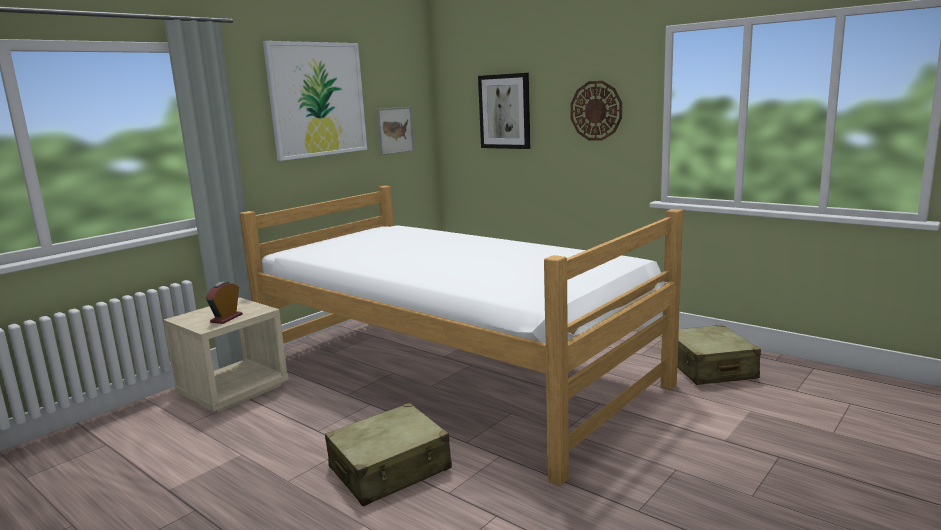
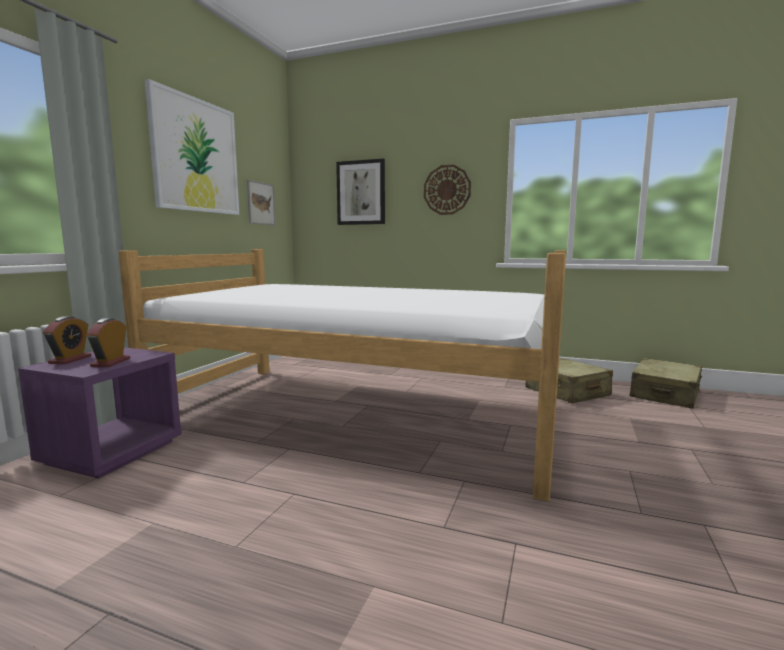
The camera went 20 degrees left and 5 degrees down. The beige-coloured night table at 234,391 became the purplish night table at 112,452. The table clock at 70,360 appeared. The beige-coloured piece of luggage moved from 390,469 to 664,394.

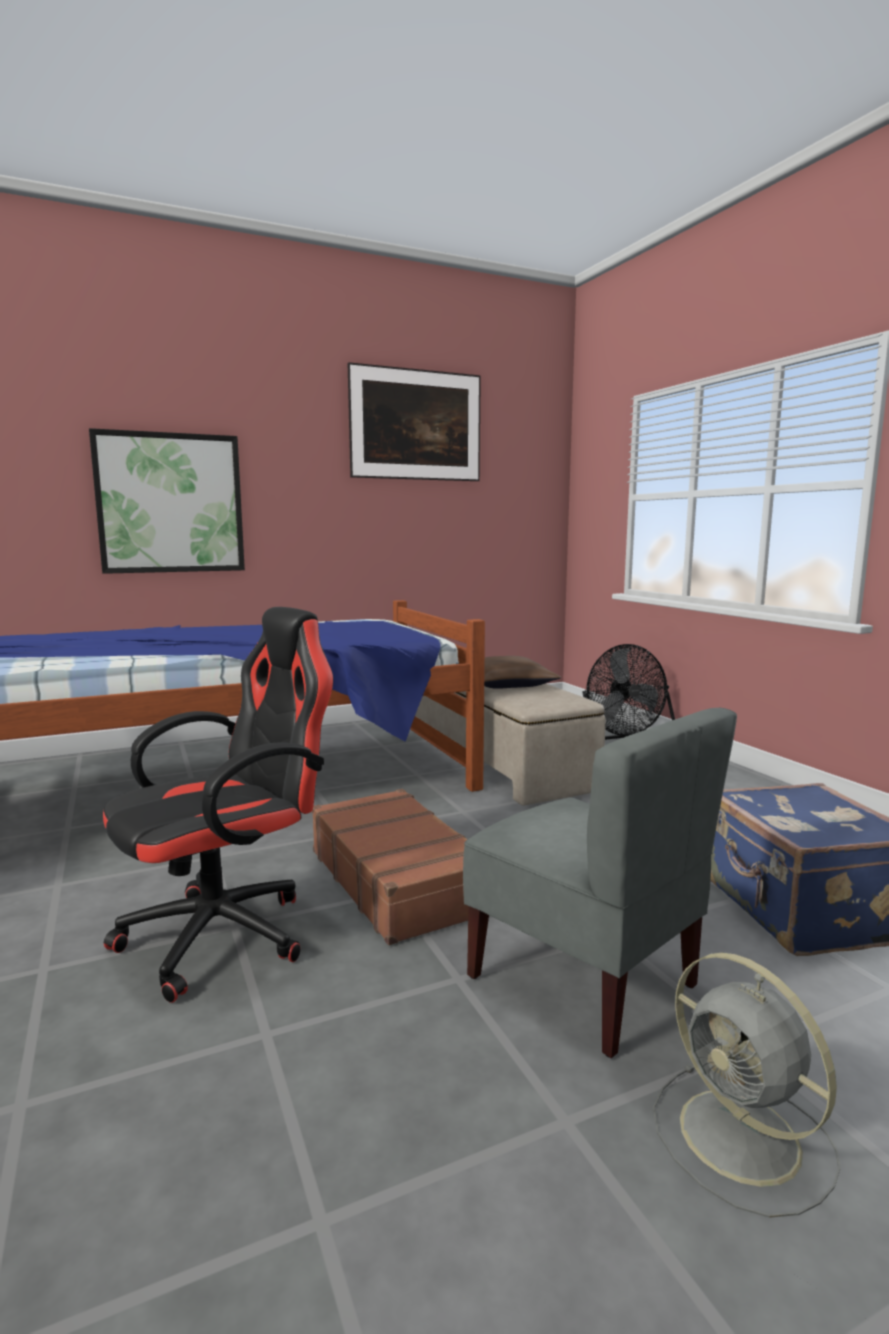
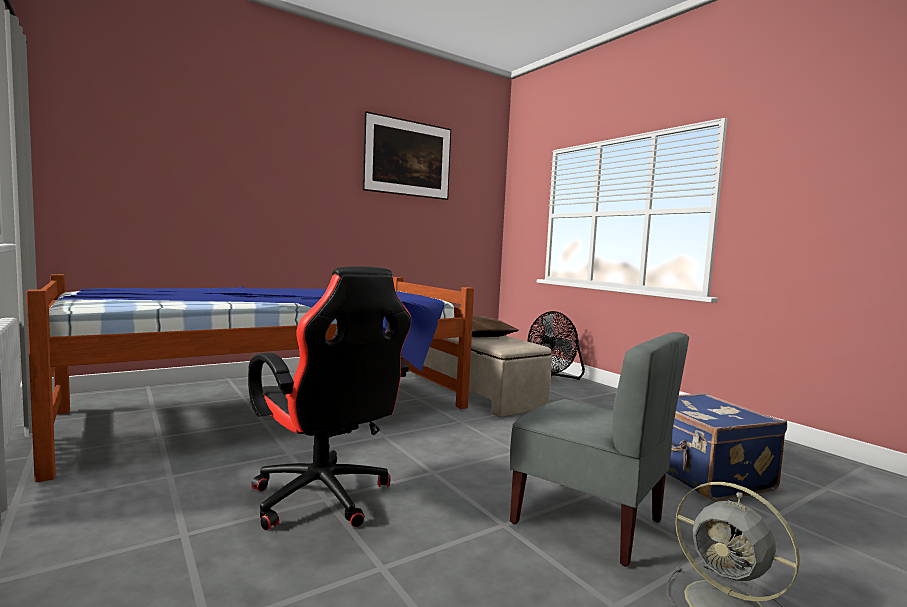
The camera went 10 degrees left and 5 degrees down. The black-coloured desk chair at 231,932 turned 105 degrees clockwise. The wall art at 170,503 disappeared. The brown piece of luggage at 398,880 disappeared.

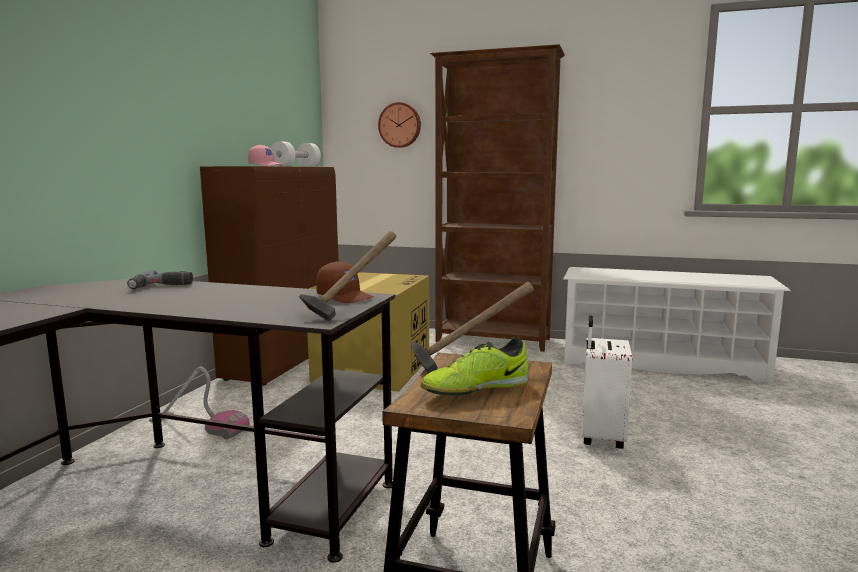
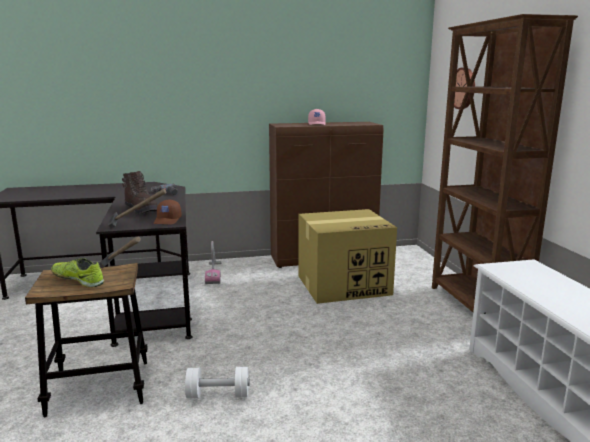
The camera went 60 degrees right and 5 degrees up. The brown tall boot at 142,210 appeared. The whitish dumbbell moved from 296,166 to 218,394. The whitish piece of luggage at 600,437 disappeared.

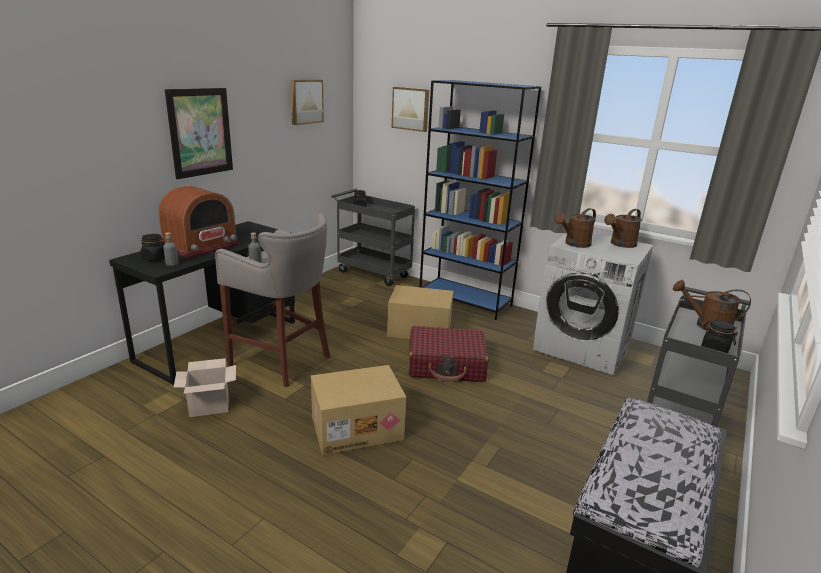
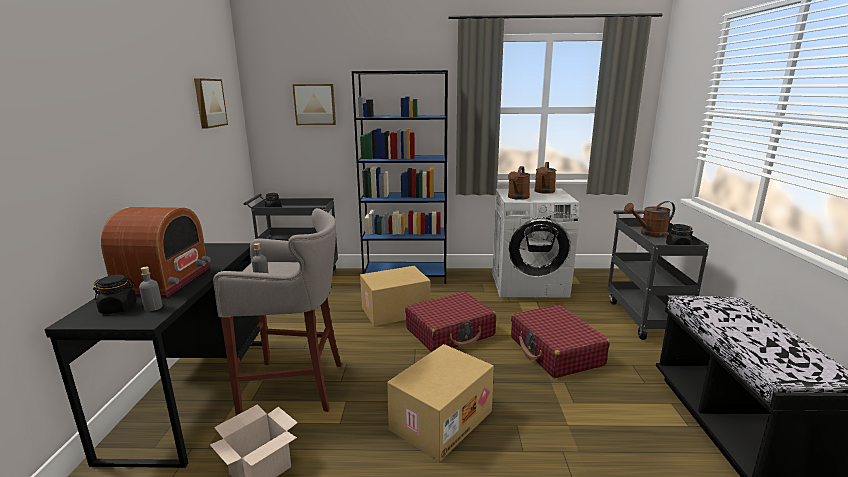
The camera went 30 degrees left and 5 degrees down. The red-coloured piece of luggage at 555,351 appeared. The wall art at 200,132 disappeared.

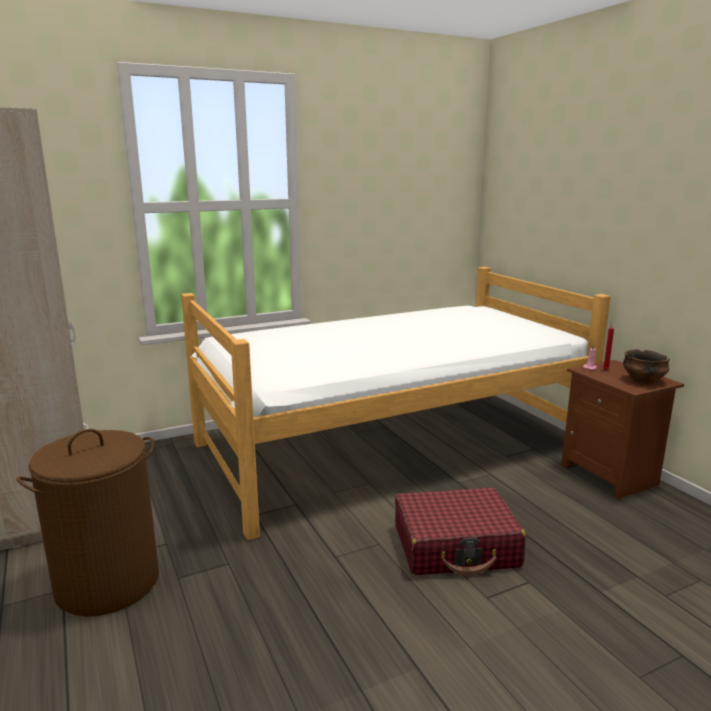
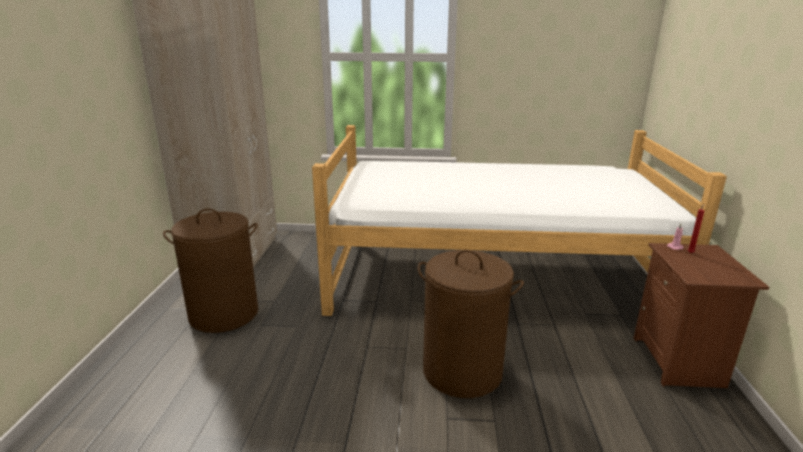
The camera went 30 degrees right and 5 degrees up. The red-coloured piece of luggage at 456,546 was replaced by the brown hamper at 462,371. The deep dish at 643,381 disappeared.

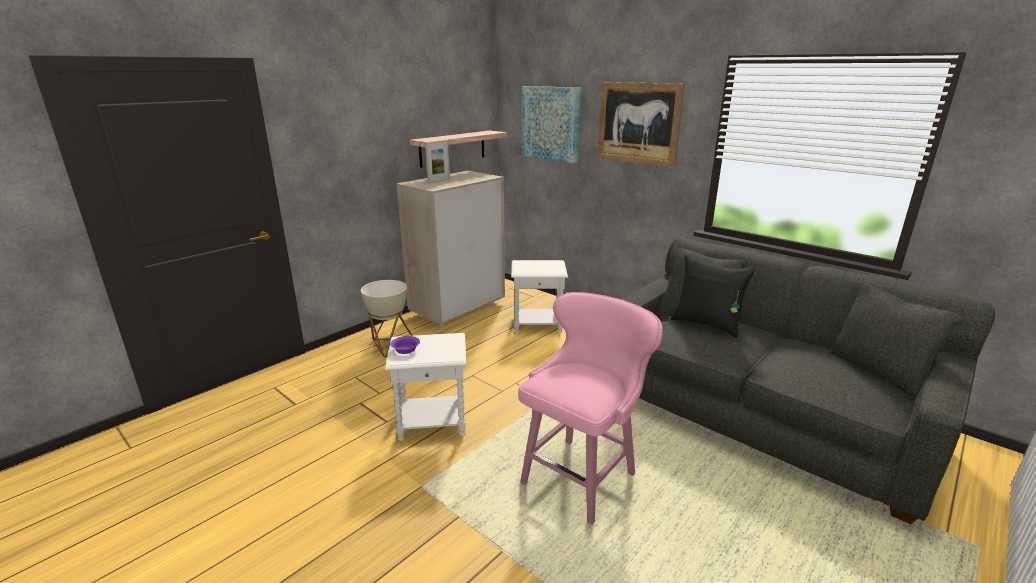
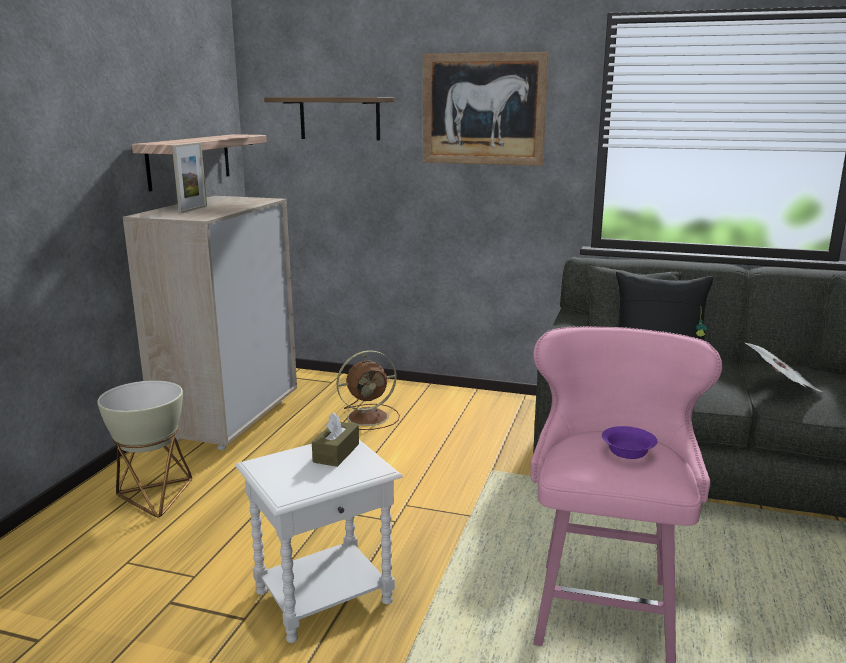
The camera went 25 degrees left and 5 degrees down. The wall art at 551,123 was replaced by the shelf at 339,118. The brown box of tissues at 336,453 appeared. The whitish side table at 537,323 was replaced by the brown electric fan at 369,417. The purplish deep dish moved from 406,349 to 628,451. The daily paper at 780,385 appeared.

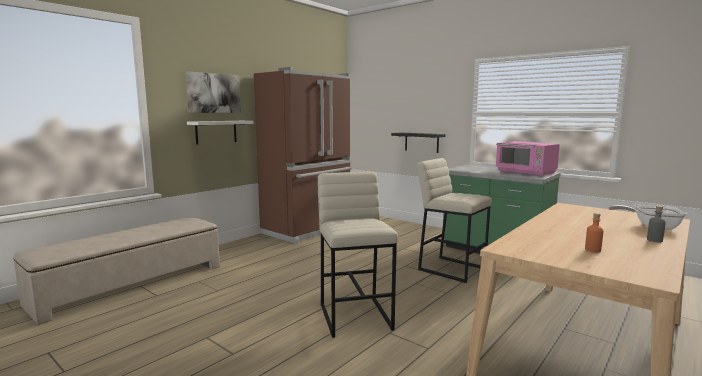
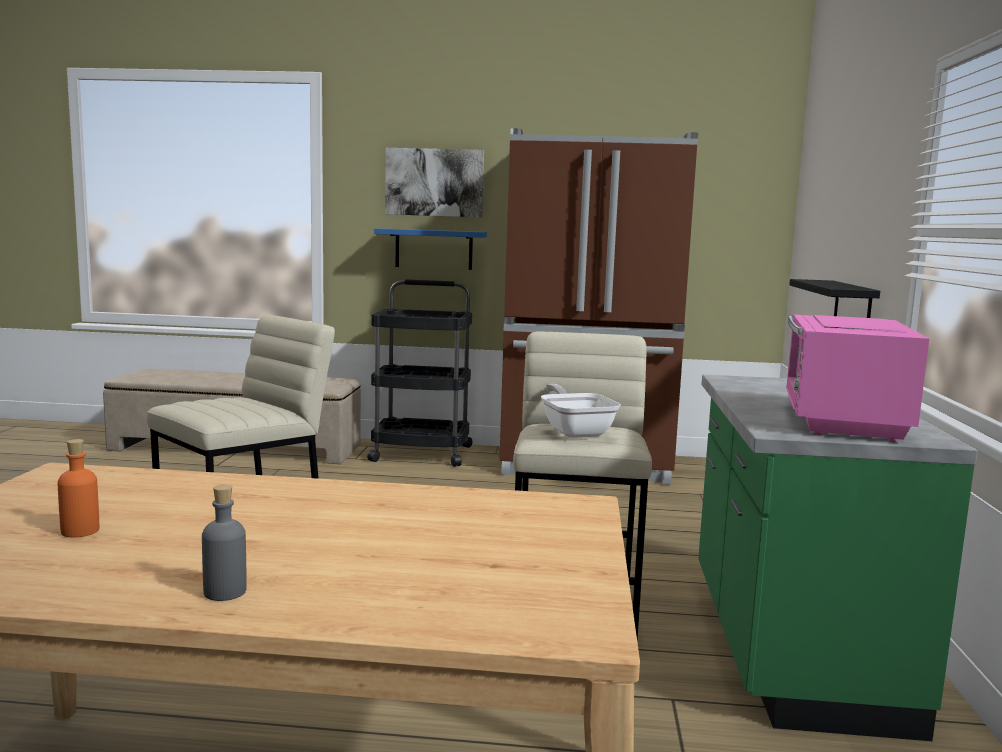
The camera went 55 degrees right and 0 degrees up. The black-coloured cart at 421,454 appeared. The whitish shelf at 216,132 became the bluish shelf at 434,249. The frying pan moved from 651,226 to 575,431.

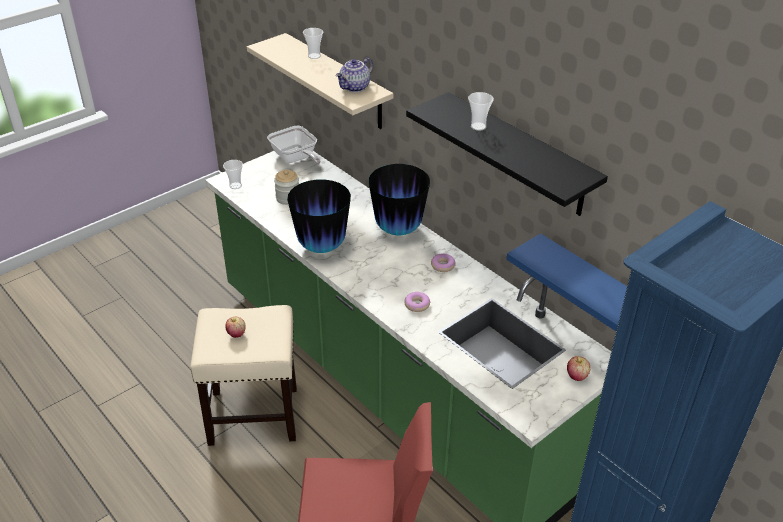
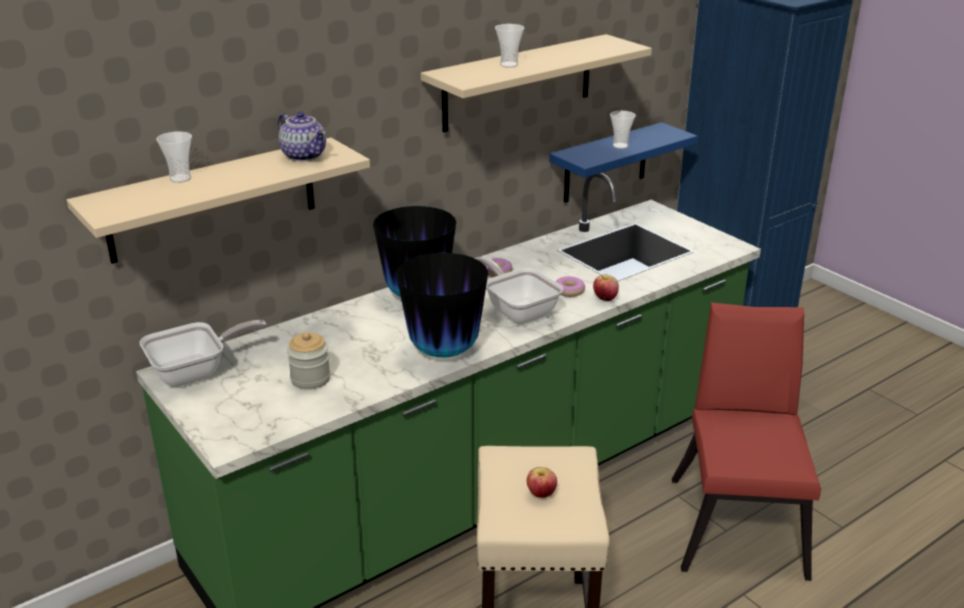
The camera went 85 degrees left and 10 degrees down. The black-coloured shelf at 519,155 became the beige-coloured shelf at 518,83. The frying pan at 518,310 appeared. The apple fruit moved from 576,376 to 605,298. The small cup moved from 235,185 to 620,146.

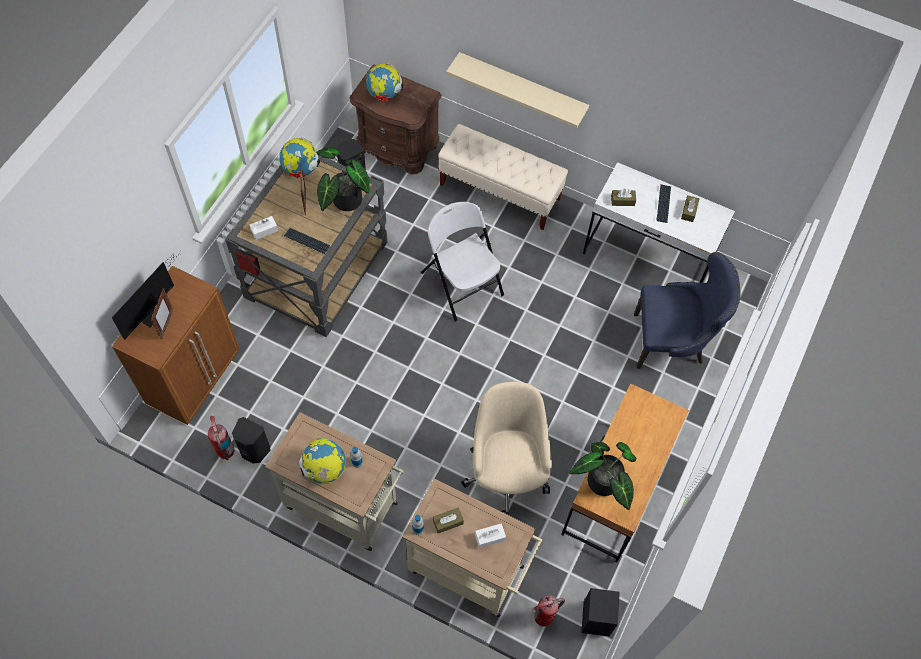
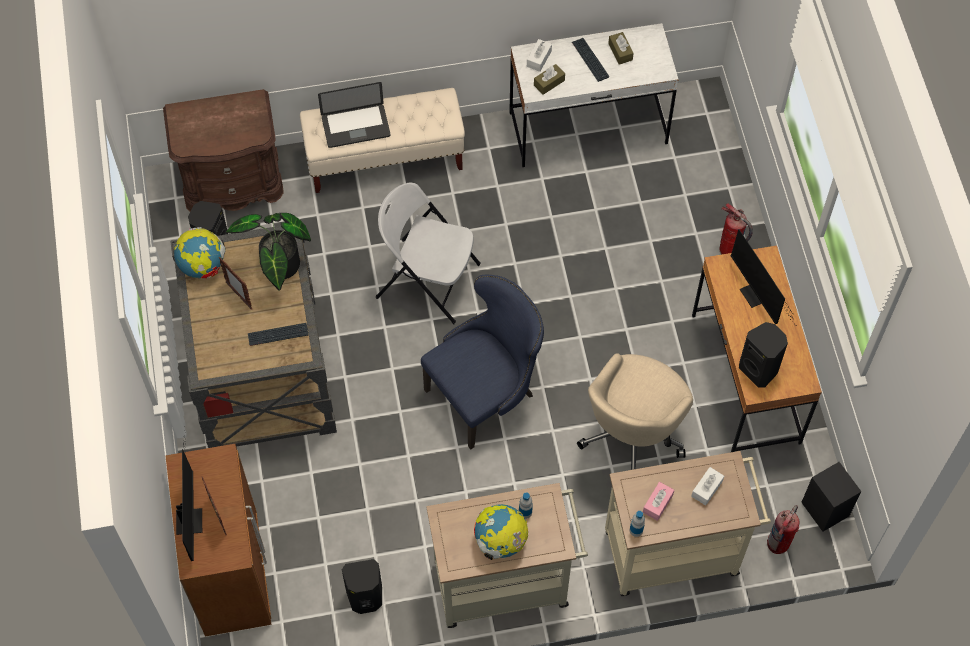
The camera went 35 degrees left and 0 degrees up. The portable computer at 356,126 appeared. The bluish chair moved from 671,342 to 485,394. The whitish box of tissues moved from 264,230 to 539,59. The beige-coloured desk chair at 506,473 turned 105 degrees counterclockwise. The brown box of tissues at 448,522 became the pinkish box of tissues at 657,503. The fire extinguisher moved from 225,451 to 729,250. The computer screen at 757,298 appeared. The houseplant at 603,485 was replaced by the black-coloured loudspeaker at 759,369. The desk globe at 384,94 disappeared. The beige-coloured shelf at 522,88 disappeared.

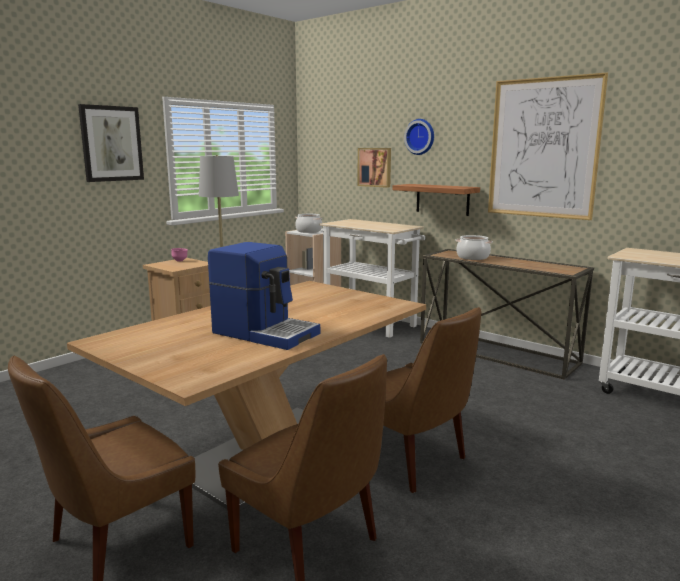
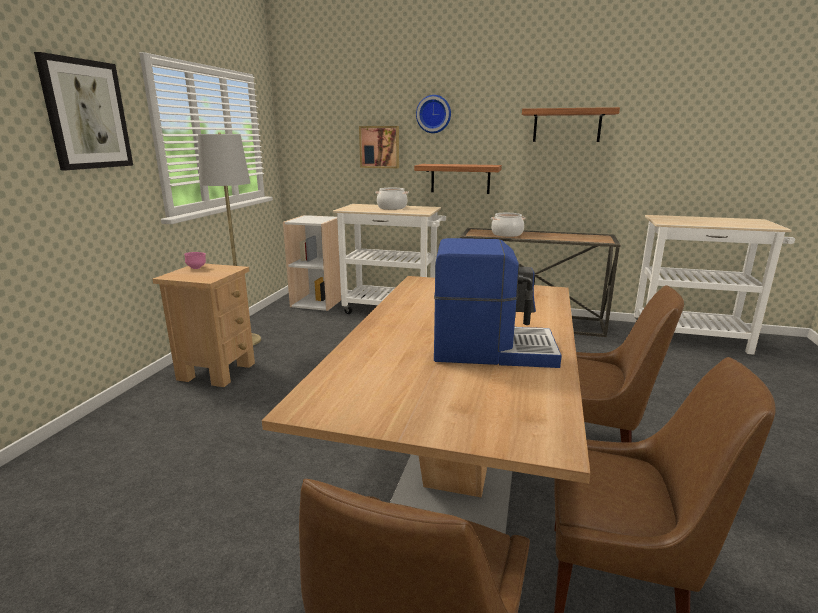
The camera went 25 degrees left and 5 degrees up. The saucepot moved from 308,231 to 392,208. The wall art at 543,148 was replaced by the shelf at 567,125.

